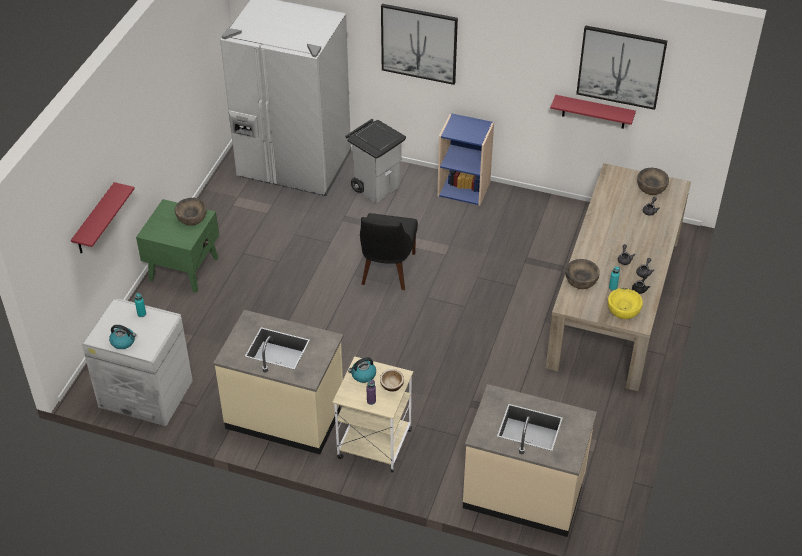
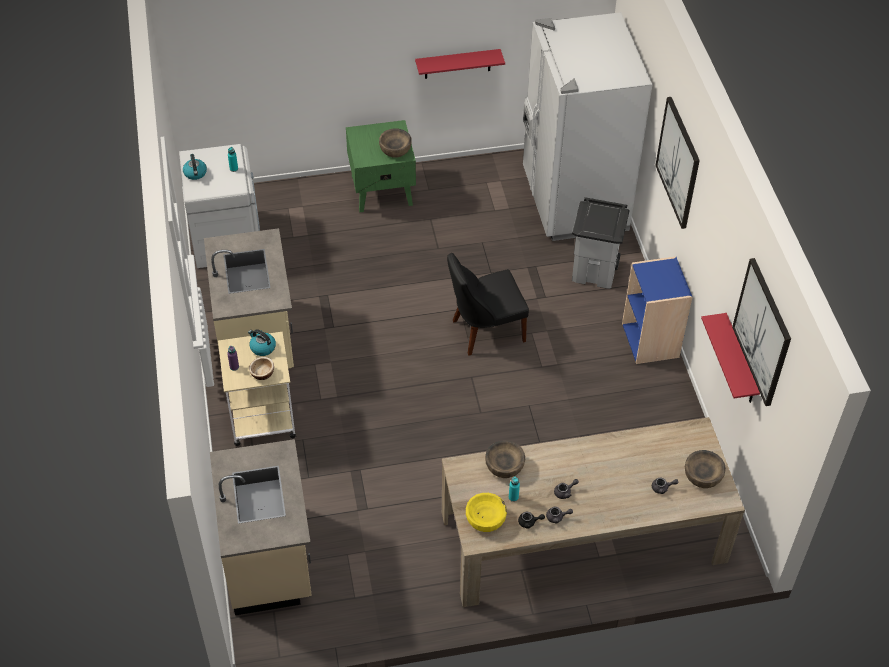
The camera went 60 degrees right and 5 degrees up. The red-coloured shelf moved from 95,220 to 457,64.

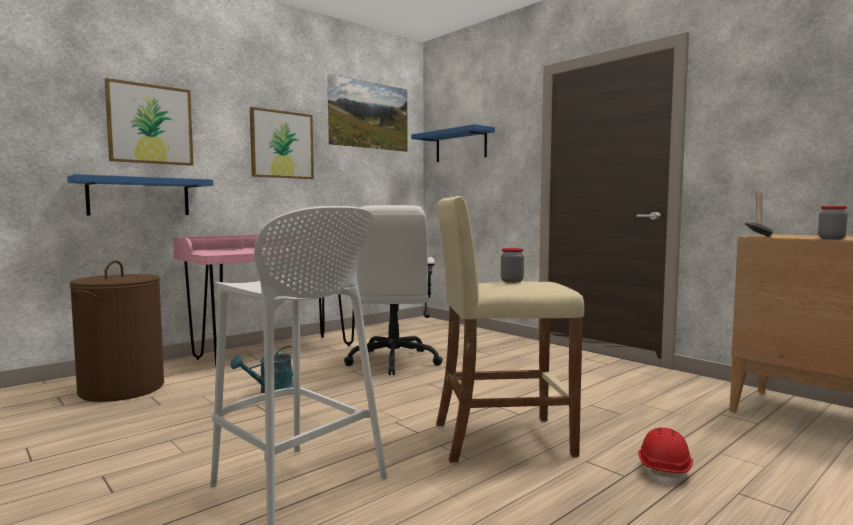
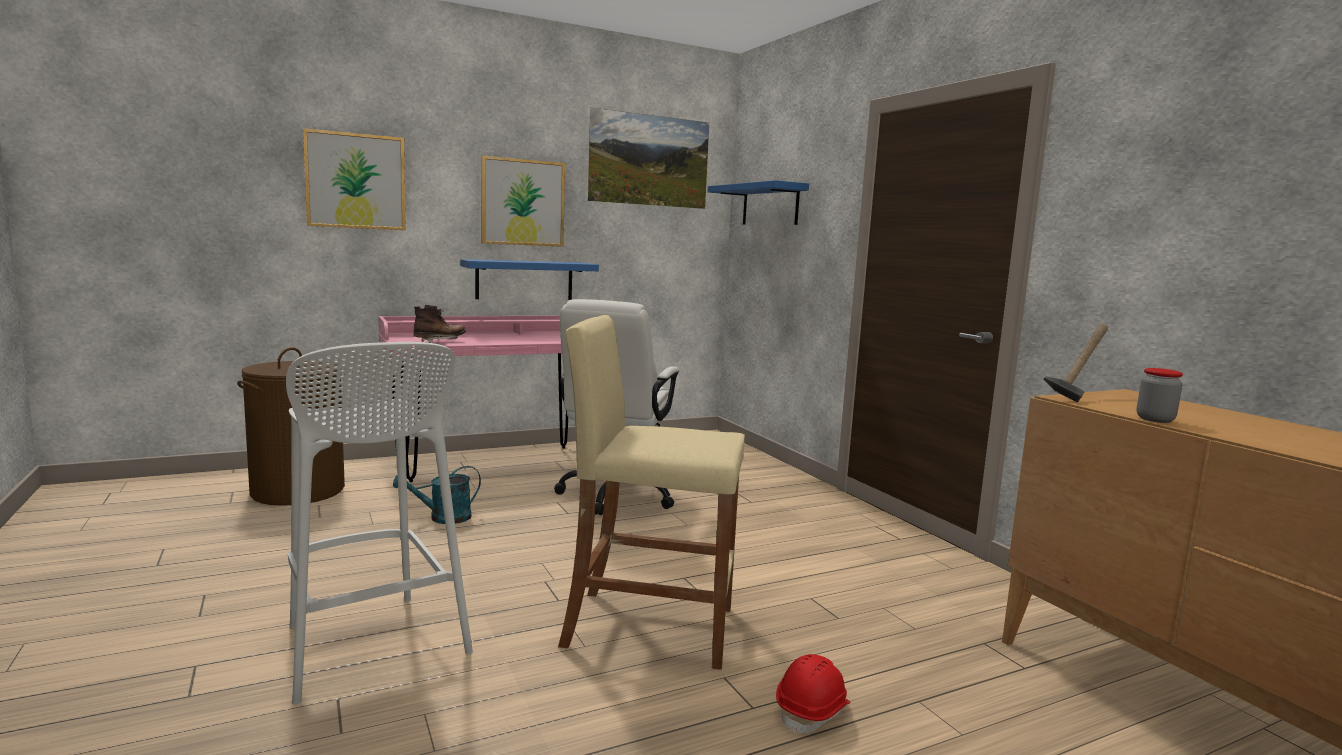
The camera went 15 degrees right and 5 degrees up. The brown tall boot at 439,341 appeared. The bluish shelf moved from 139,197 to 524,280. The storage jar at 512,281 disappeared.

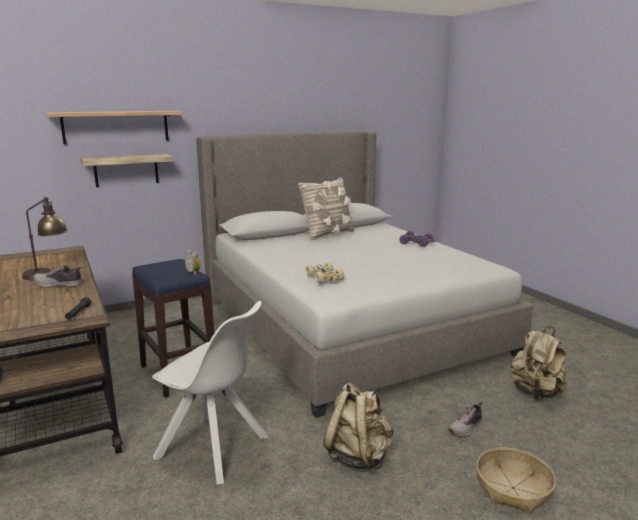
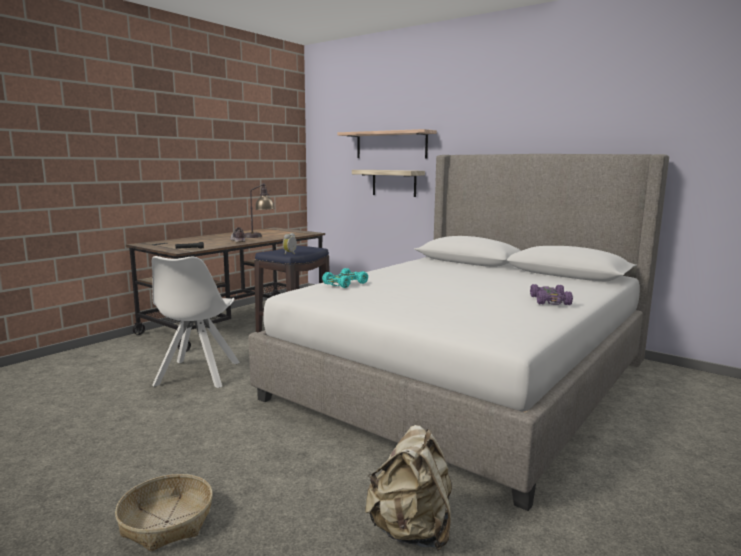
The camera went 65 degrees right and 5 degrees down. The beige-coloured toy car at 325,278 became the turquoise toy car at 345,284. The beige-coloured throw pillow at 328,234 disappeared. The beige-coloured knapsack at 358,456 disappeared. The shoe at 466,428 disappeared.

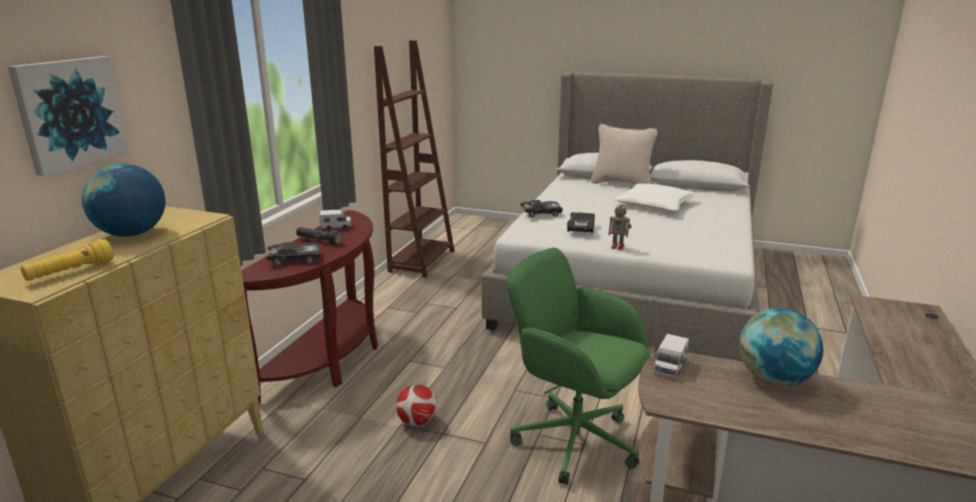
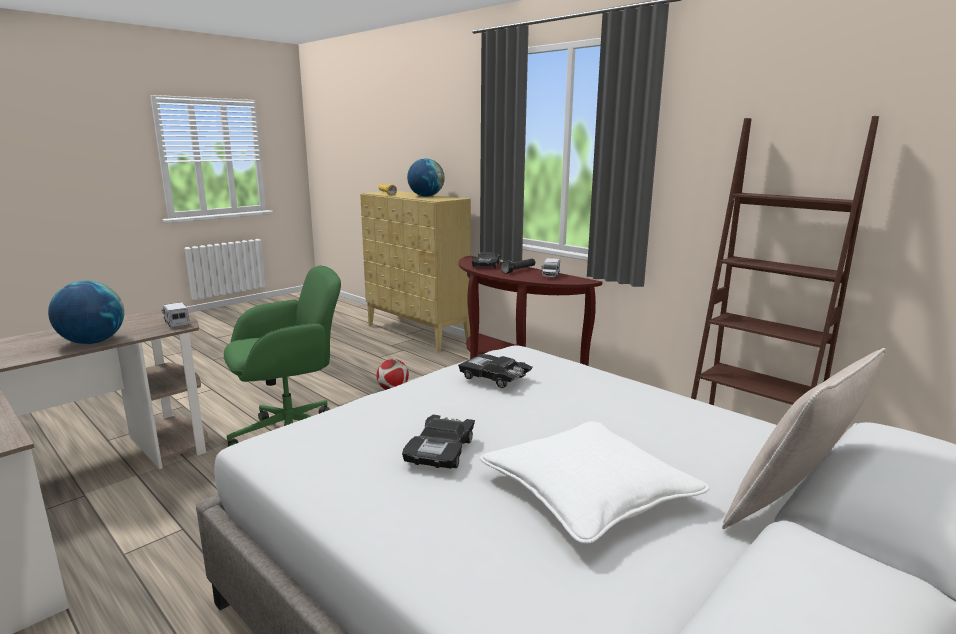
The camera went 115 degrees right and 5 degrees down. The black-coloured toy car moved from 540,213 to 441,451. The wall art at 70,113 disappeared. The toy robot at 618,247 disappeared.

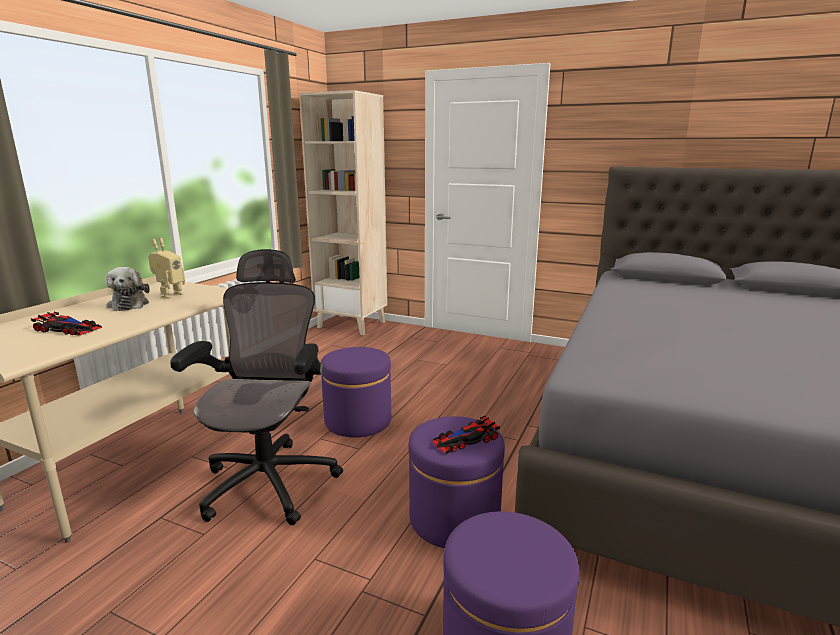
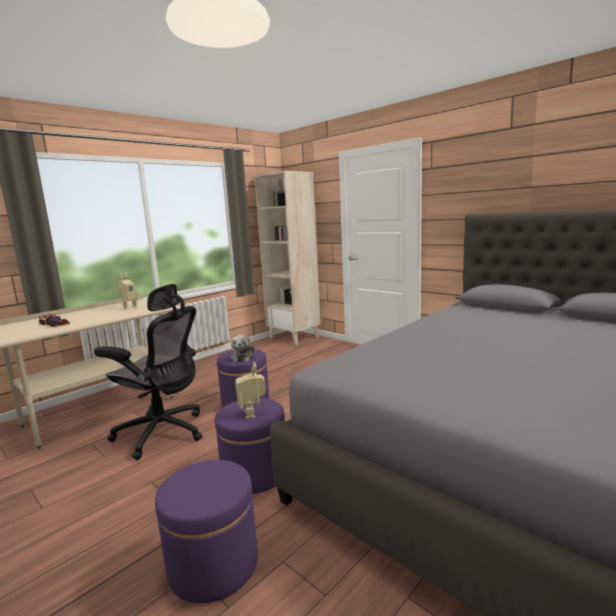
The camera went 20 degrees right and 5 degrees down. The desk chair at 269,482 turned 90 degrees clockwise. The plush toy moved from 129,304 to 242,357. The toy car at 465,440 was replaced by the toy robot at 253,413.

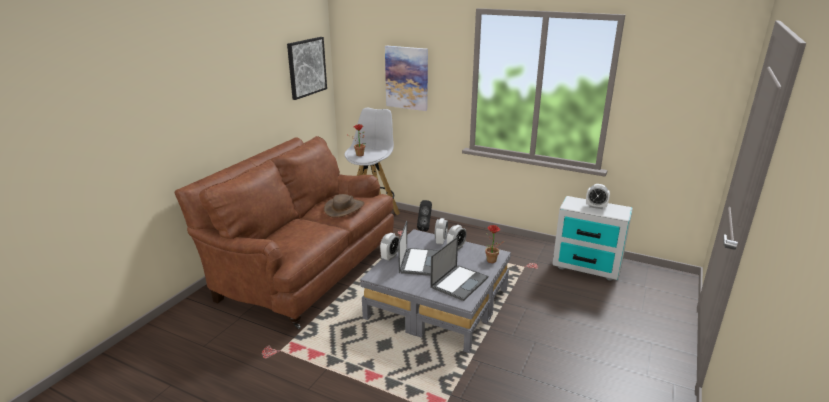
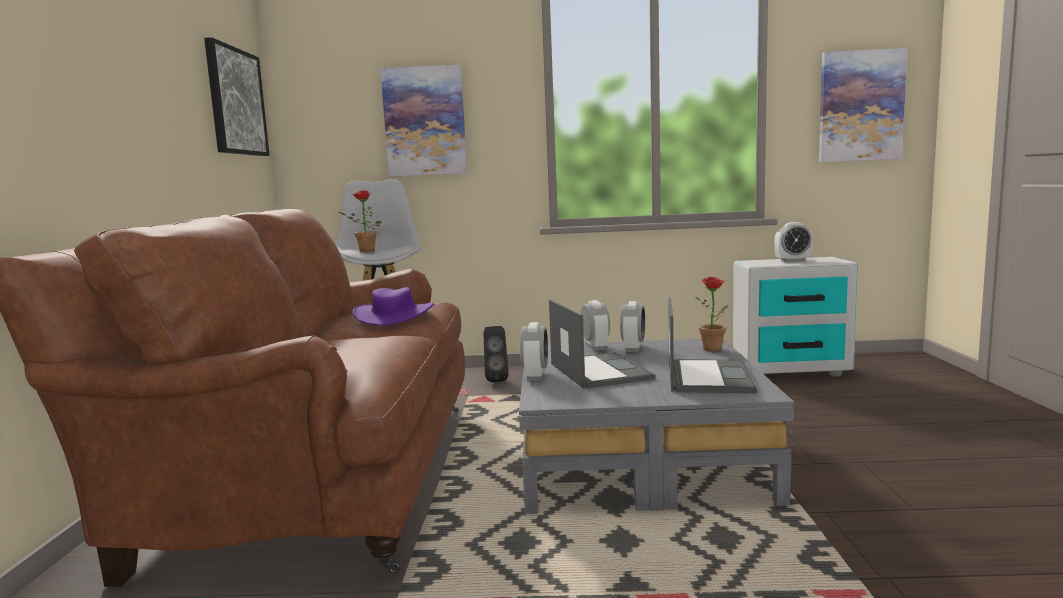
The camera went 25 degrees left and 15 degrees down. The brown hat at 344,208 became the purplish hat at 395,316. The wall art at 860,106 appeared.

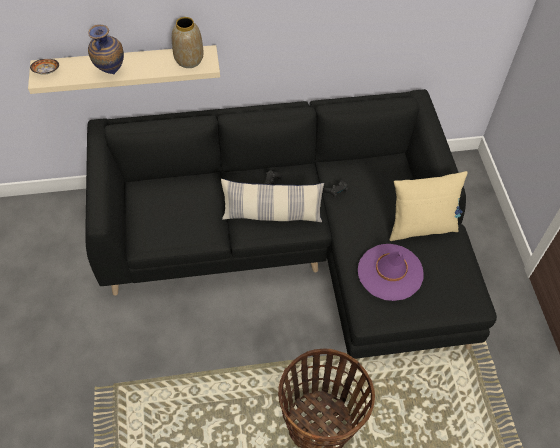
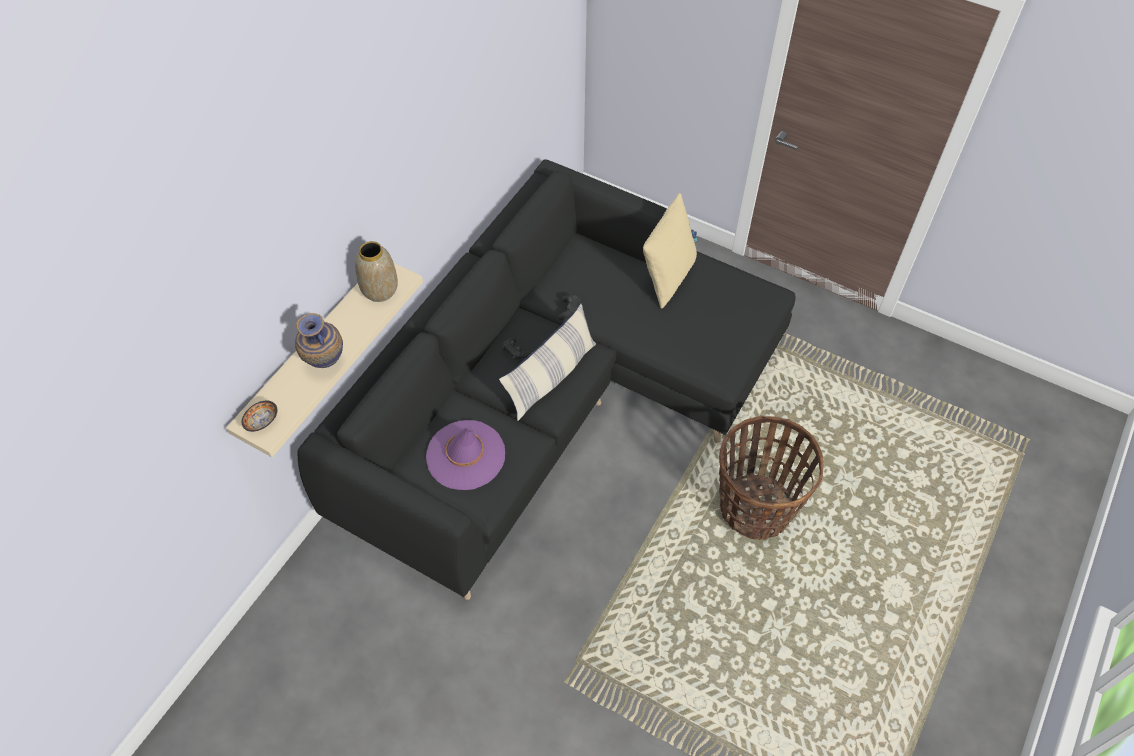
The camera went 50 degrees left and 0 degrees up. The purplish hat moved from 390,272 to 465,455.

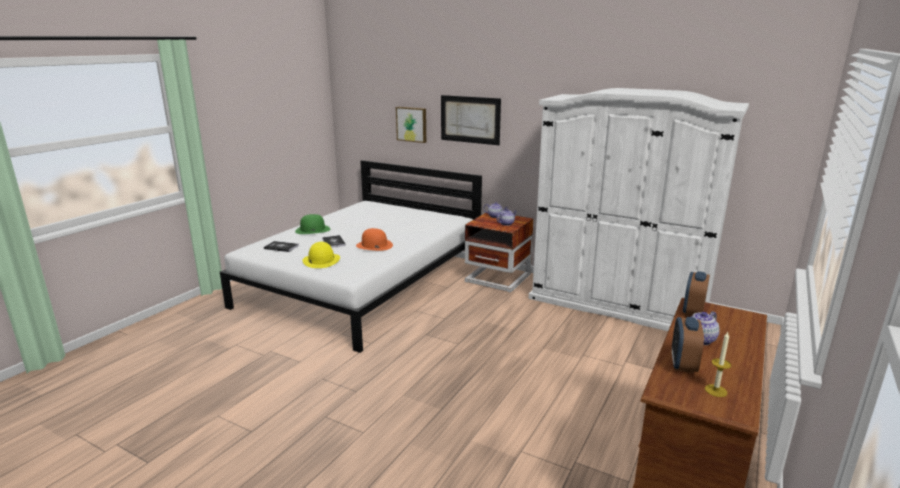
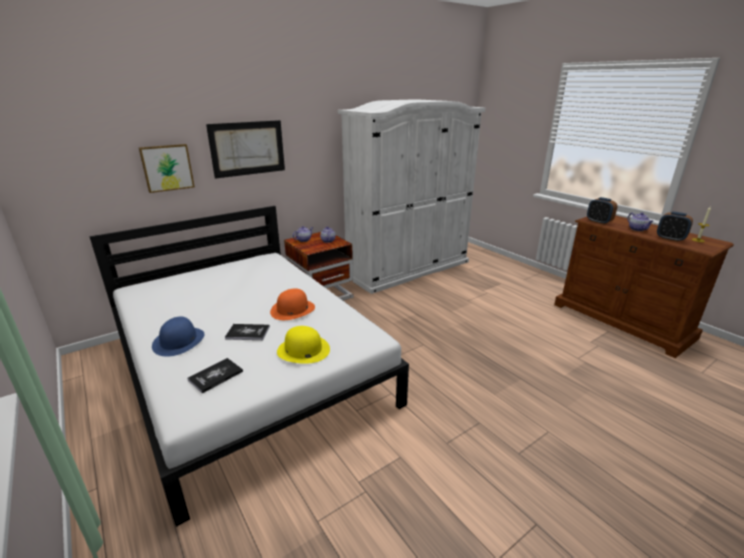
The camera went 65 degrees left and 5 degrees up. The greenish hat at 313,230 became the bluish hat at 179,341.

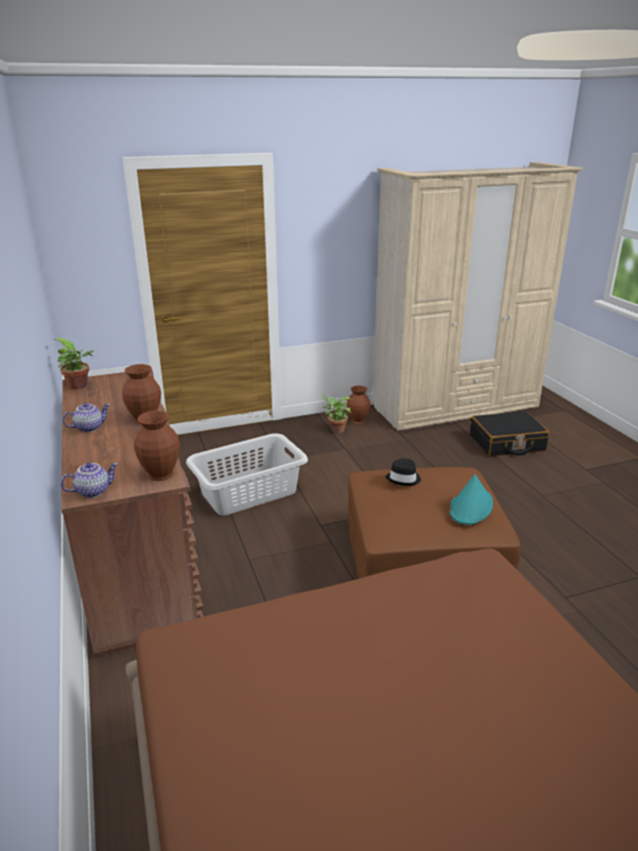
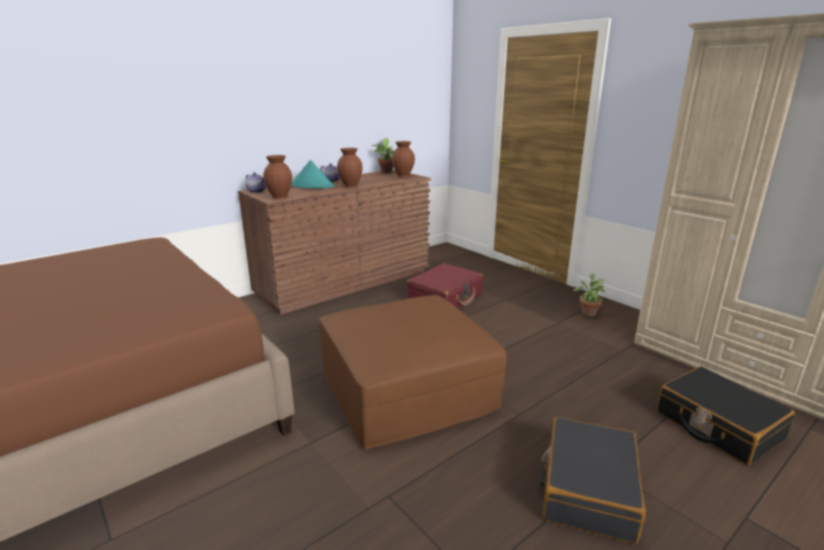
The camera went 70 degrees right and 5 degrees down. The turquoise hat moved from 471,507 to 311,186. The brown flower vase moved from 358,420 to 403,176. The greyish hamper at 248,492 was replaced by the red-coloured piece of luggage at 445,297. The black-coloured piece of luggage at 587,489 appeared. The black-coloured hat at 403,479 disappeared.

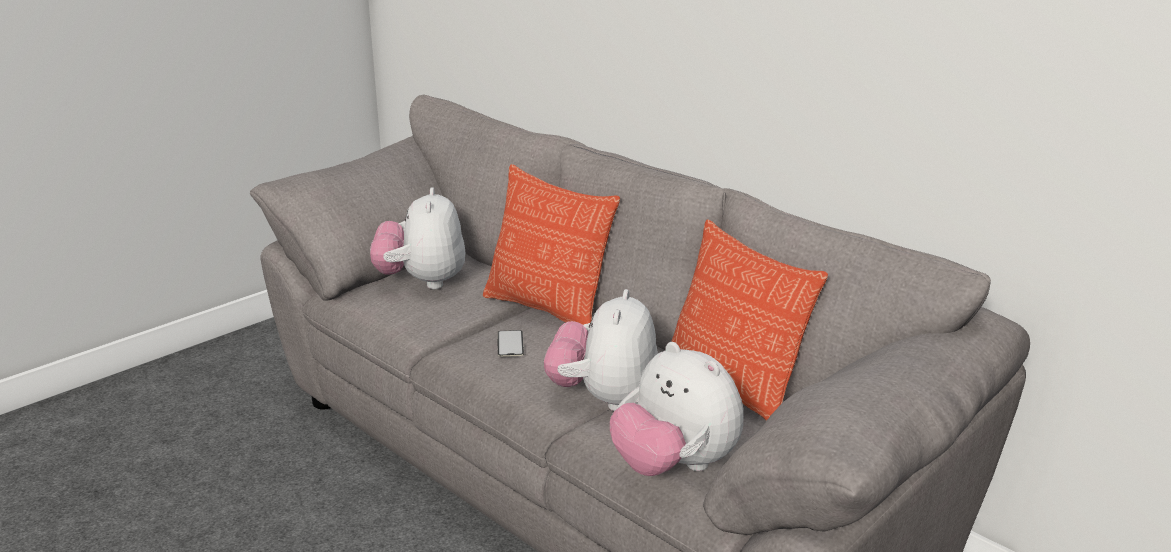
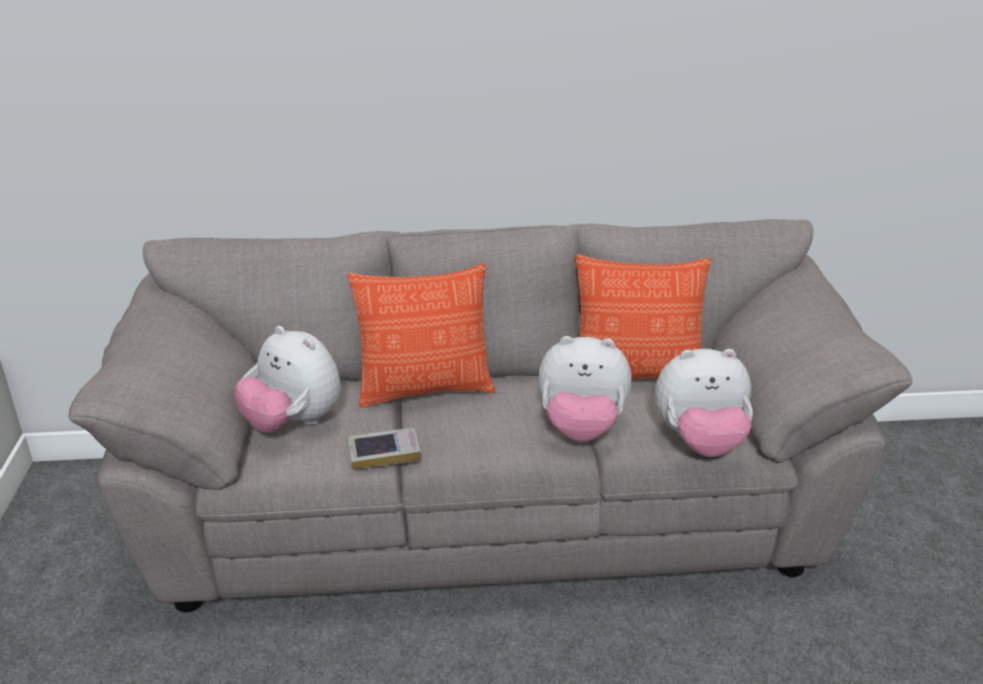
The camera went 50 degrees left and 5 degrees up. The bound book at 384,452 appeared. The plush toy at 604,399 turned 45 degrees counterclockwise. The telephone at 510,344 disappeared.

